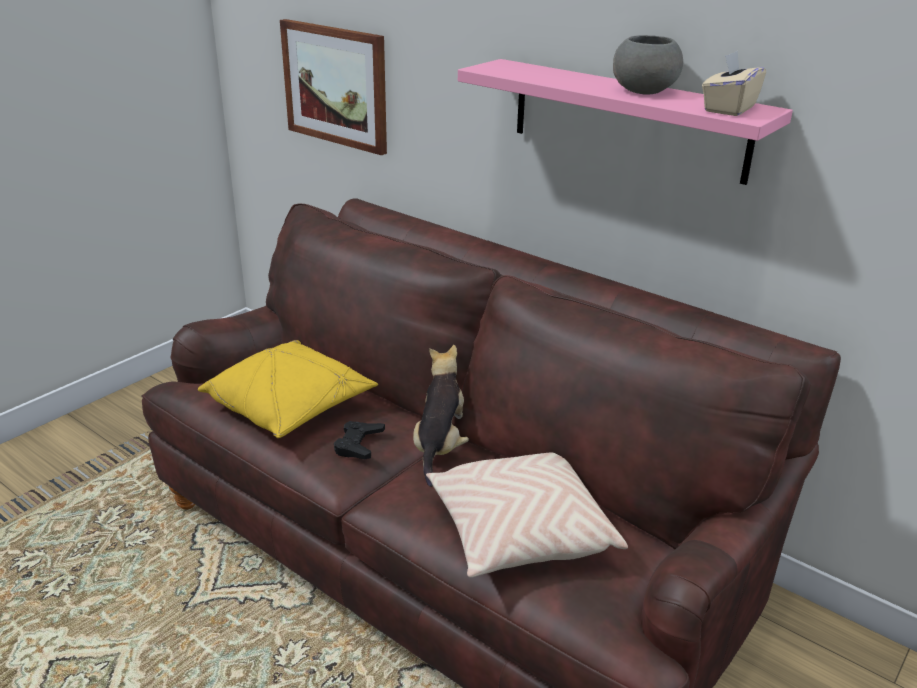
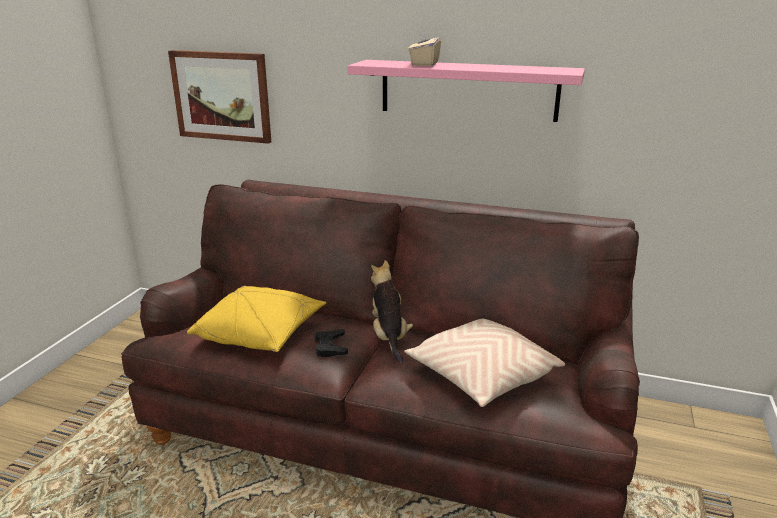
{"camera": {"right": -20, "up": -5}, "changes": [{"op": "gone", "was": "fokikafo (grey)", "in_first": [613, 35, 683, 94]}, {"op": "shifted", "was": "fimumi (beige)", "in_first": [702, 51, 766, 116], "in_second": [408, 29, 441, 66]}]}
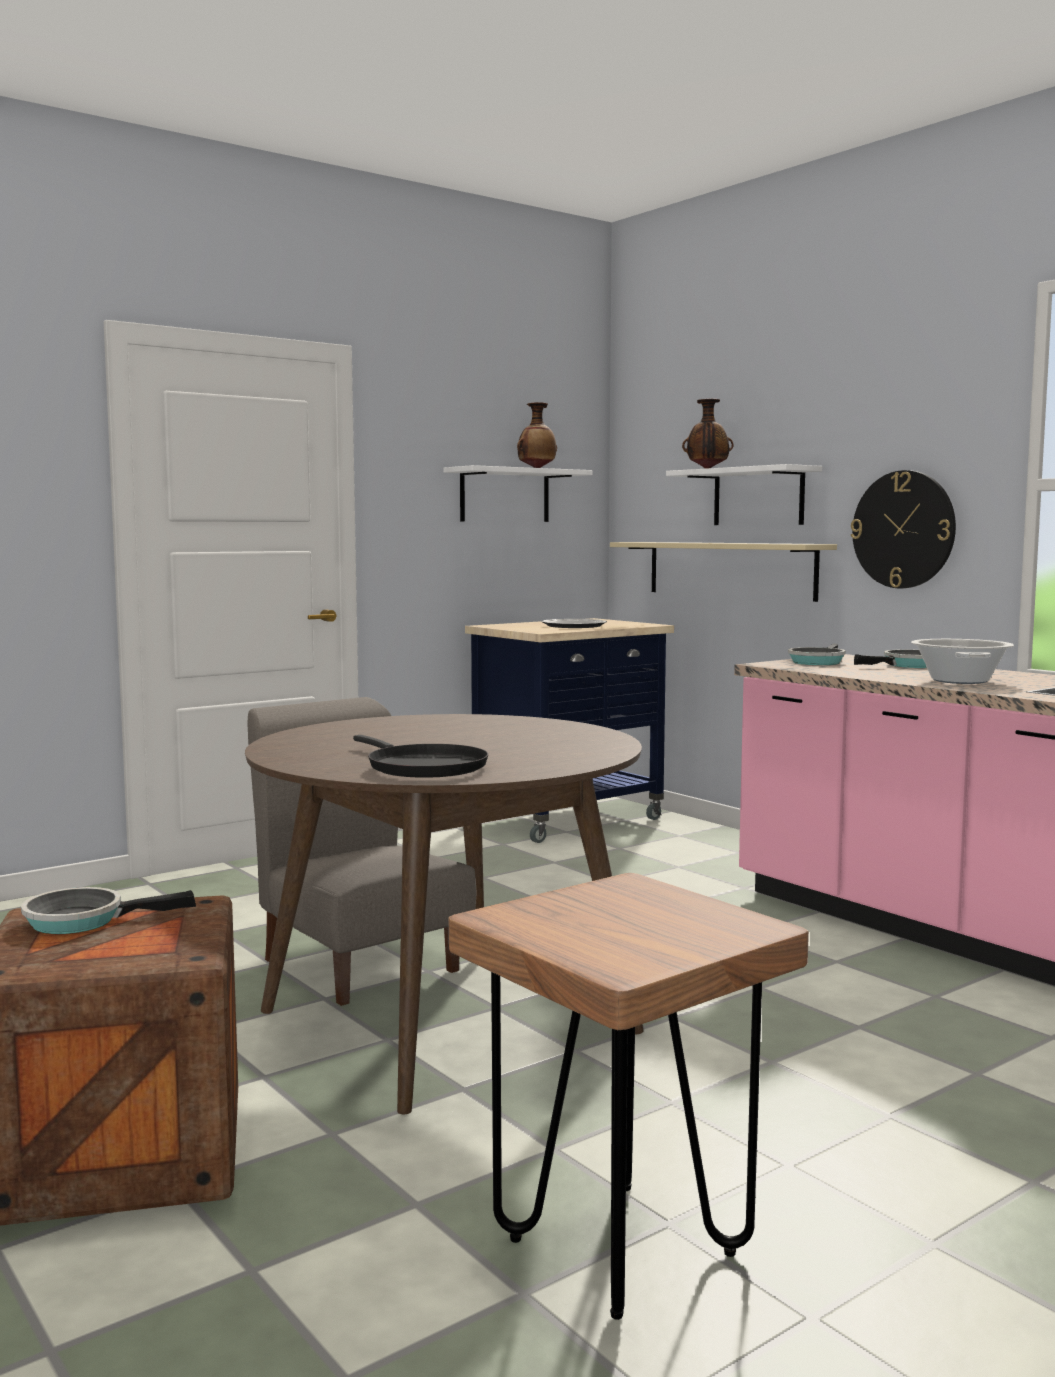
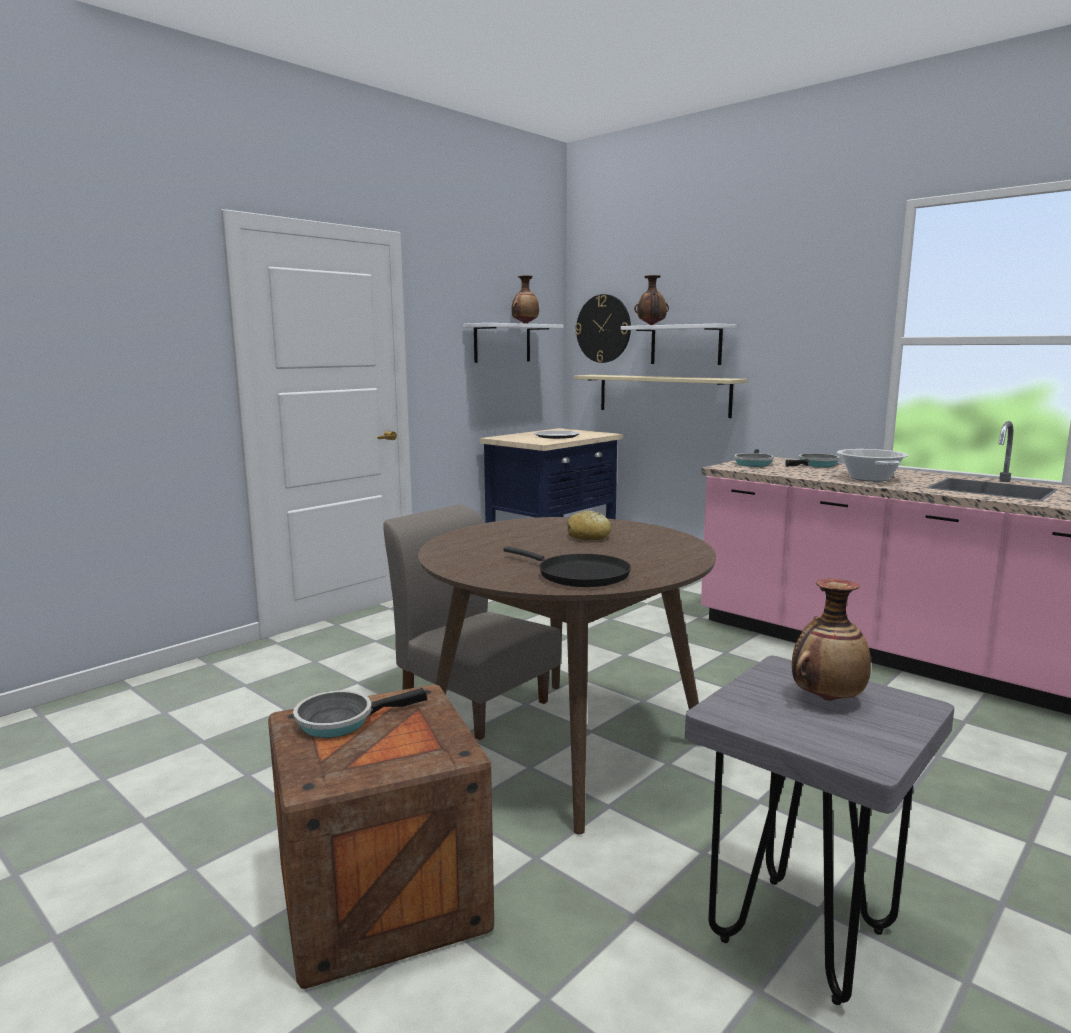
{"camera": {"right": -10, "up": 5}, "changes": [{"op": "shifted", "was": "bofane", "in_first": [851, 470, 956, 588], "in_second": [575, 294, 631, 363]}, {"op": "repainted", "was": "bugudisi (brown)", "now": "bugudisi (grey)", "in_first": [448, 873, 809, 1320], "in_second": [685, 655, 955, 1005]}, {"op": "new", "now": "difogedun", "in_second": [567, 511, 611, 540]}, {"op": "new", "now": "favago", "in_second": [792, 579, 871, 701]}]}
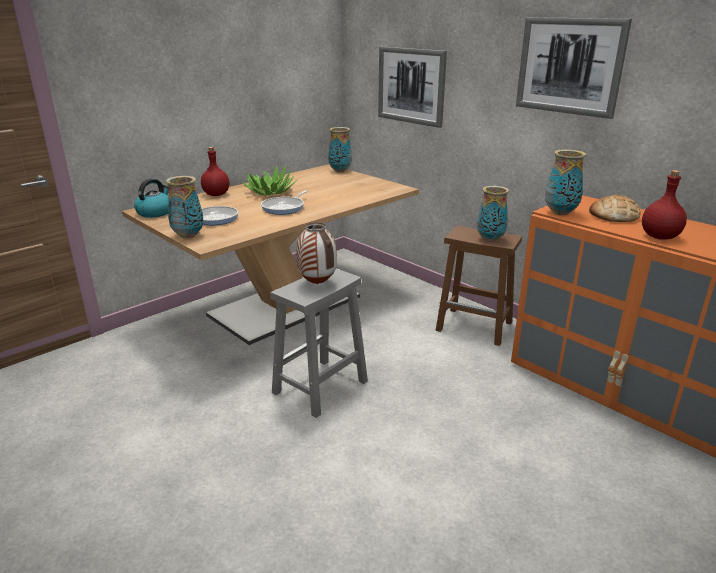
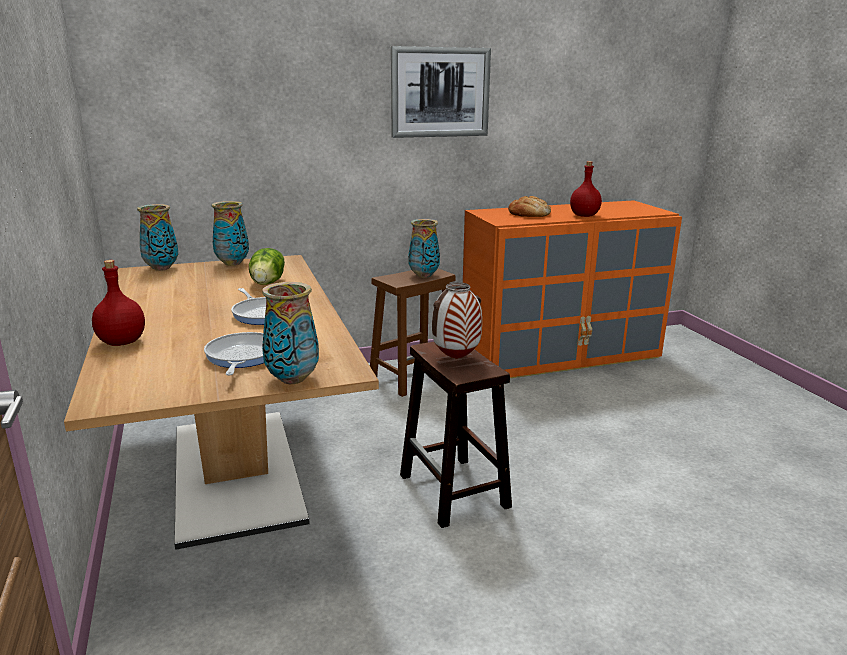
{"camera": {"right": -65, "up": -5}, "changes": [{"op": "gone", "was": "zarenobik", "in_first": [378, 47, 447, 128]}, {"op": "shifted", "was": "favago", "in_first": [545, 150, 586, 215], "in_second": [211, 201, 249, 266]}, {"op": "gone", "was": "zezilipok", "in_first": [241, 166, 298, 195]}, {"op": "gone", "was": "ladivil", "in_first": [134, 178, 169, 218]}, {"op": "repainted", "was": "bugudisi (grey)", "now": "bugudisi (brown)", "in_first": [270, 269, 368, 418], "in_second": [400, 342, 512, 528]}, {"op": "new", "now": "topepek", "in_second": [249, 248, 285, 285]}]}
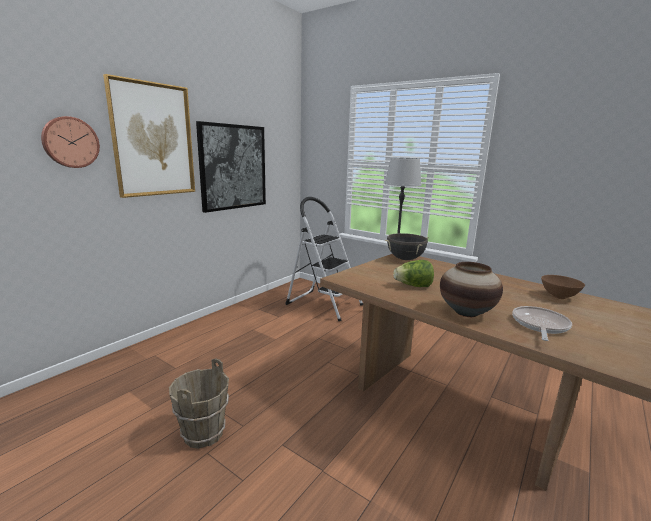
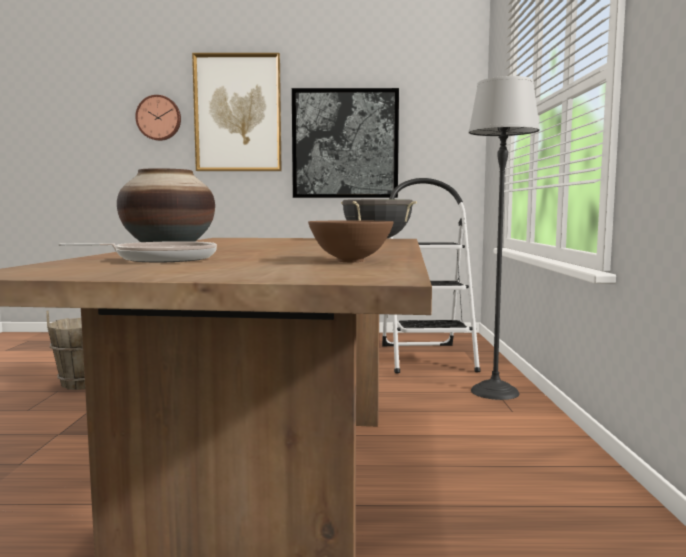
{"camera": {"right": 55, "up": -10}, "changes": [{"op": "gone", "was": "topepek", "in_first": [393, 260, 434, 287]}]}
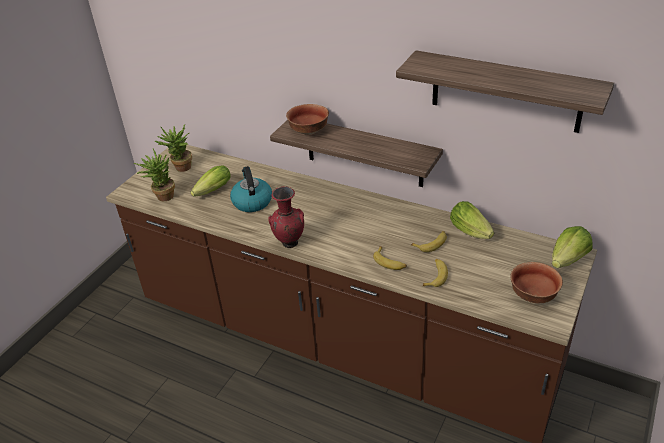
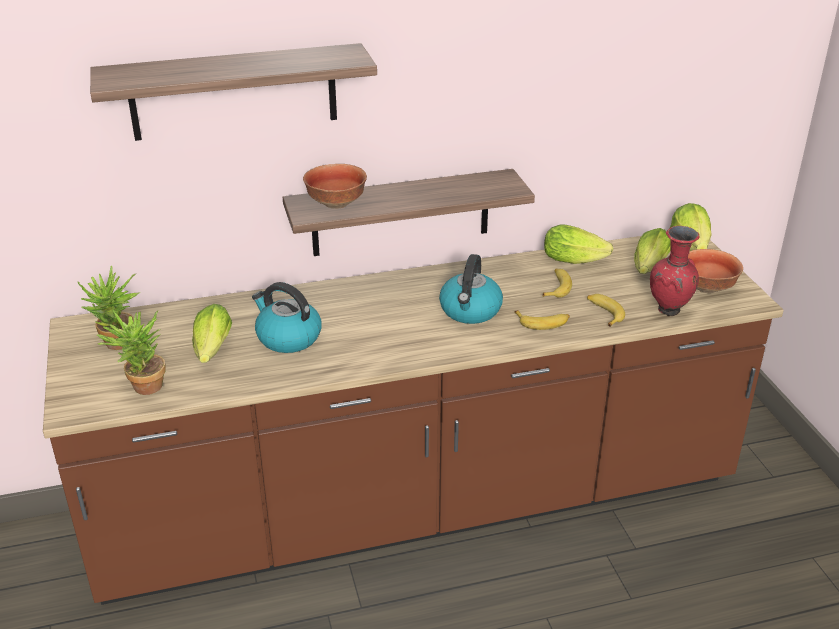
{"camera": {"right": -45, "up": -5}, "changes": [{"op": "shifted", "was": "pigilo", "in_first": [396, 50, 614, 133], "in_second": [90, 43, 377, 141]}, {"op": "shifted", "was": "favago (red)", "in_first": [268, 186, 304, 248], "in_second": [650, 226, 700, 316]}, {"op": "new", "now": "topepek", "in_second": [634, 228, 671, 274]}, {"op": "new", "now": "ladivil", "in_second": [439, 254, 503, 324]}]}
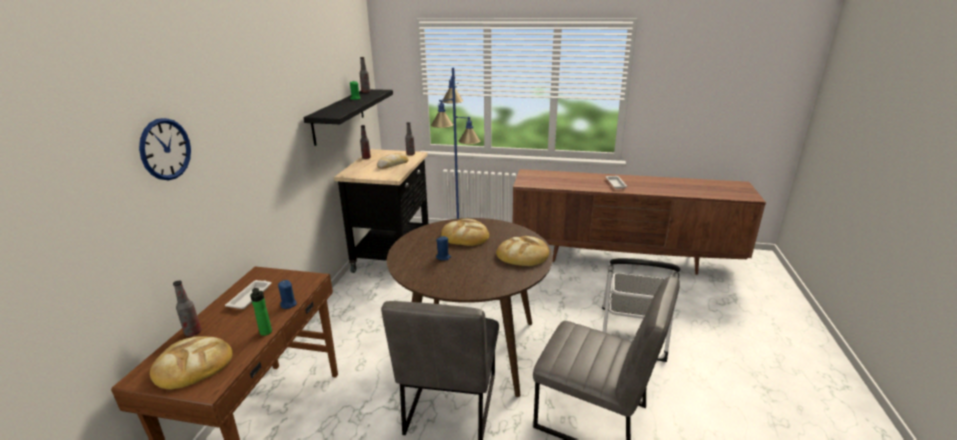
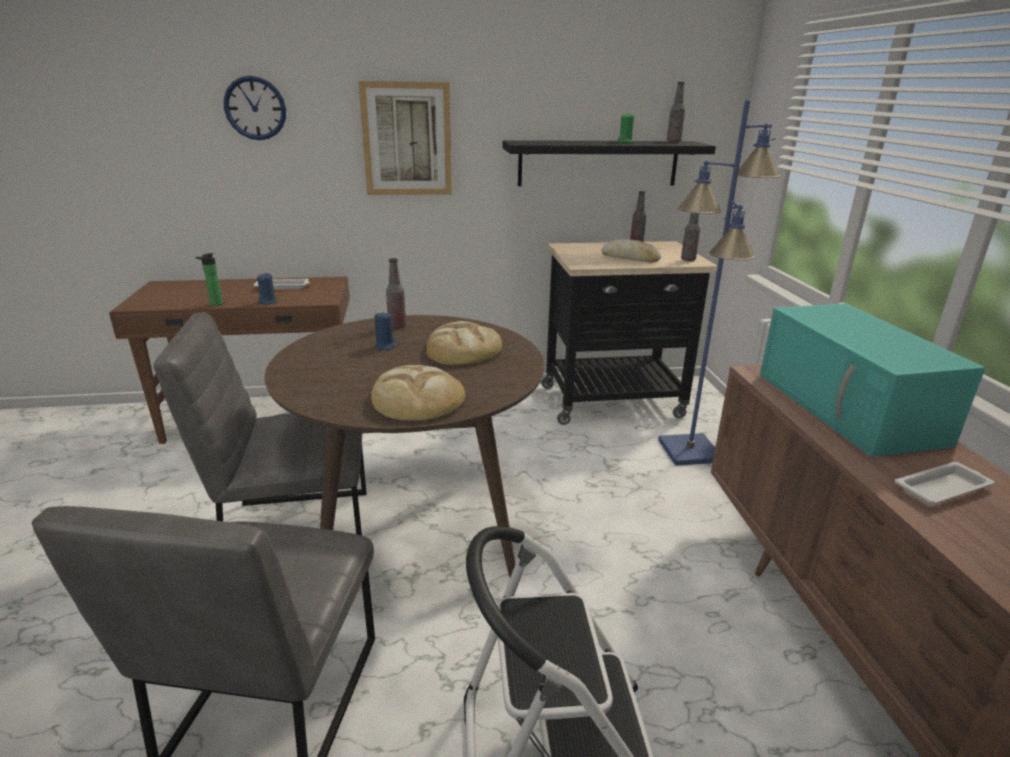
{"camera": {"right": 70, "up": 0}, "changes": [{"op": "shifted", "was": "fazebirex", "in_first": [173, 281, 201, 336], "in_second": [386, 258, 406, 328]}, {"op": "gone", "was": "difogedun", "in_first": [150, 336, 233, 389]}, {"op": "new", "now": "zarenobik", "in_second": [359, 81, 452, 195]}, {"op": "new", "now": "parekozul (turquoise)", "in_second": [760, 304, 986, 457]}]}
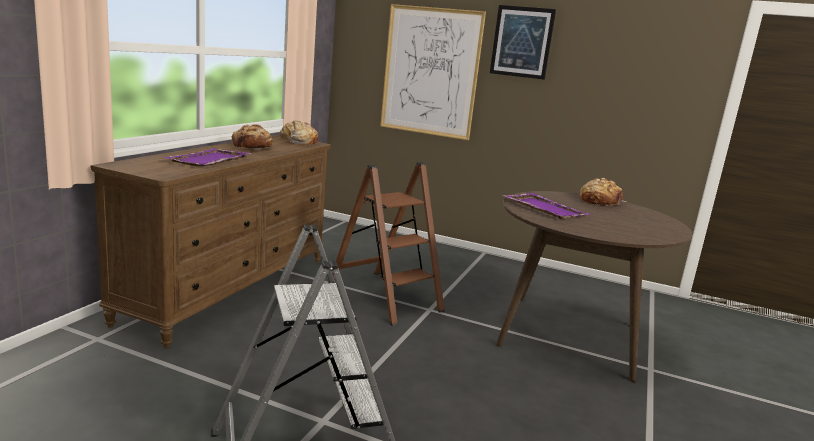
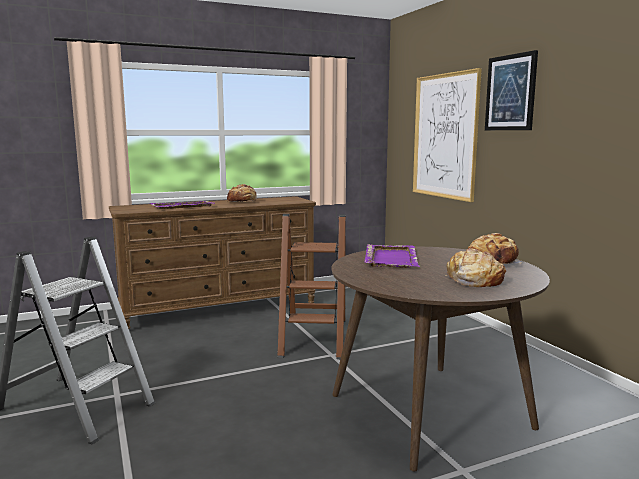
{"camera": {"right": 45, "up": -5}, "changes": [{"op": "shifted", "was": "difogedun", "in_first": [280, 120, 318, 145], "in_second": [445, 248, 506, 287]}]}
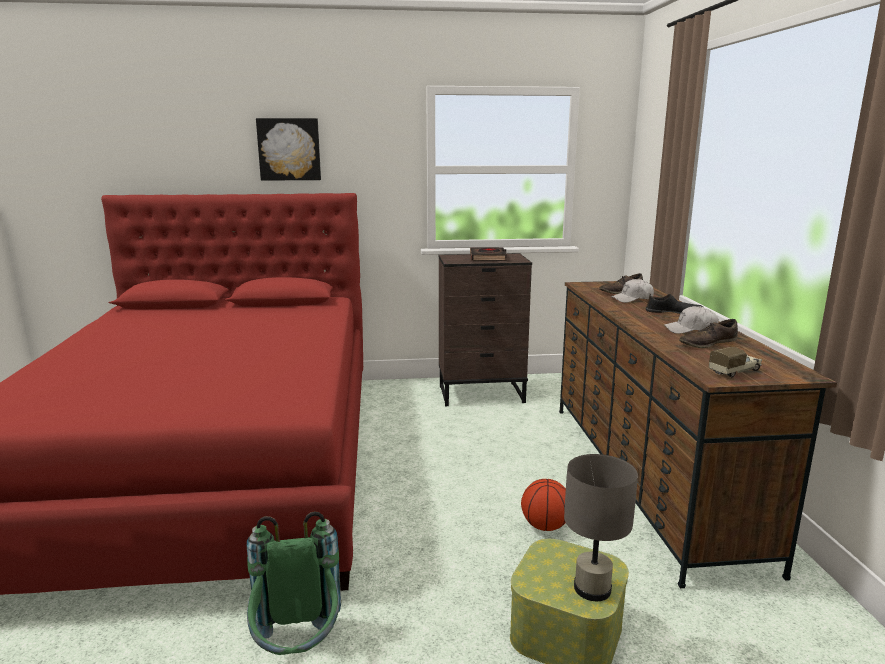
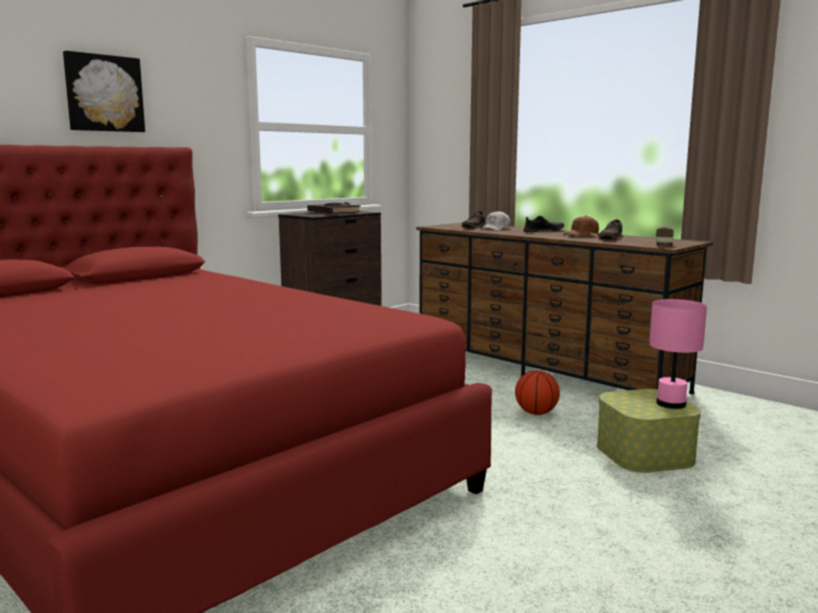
{"camera": {"right": -40, "up": -5}, "changes": [{"op": "repainted", "was": "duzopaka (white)", "now": "duzopaka (brown)", "in_first": [664, 306, 719, 334], "in_second": [563, 216, 599, 237]}, {"op": "repainted", "was": "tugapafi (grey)", "now": "tugapafi (pink)", "in_first": [564, 454, 638, 601], "in_second": [649, 299, 707, 409]}, {"op": "gone", "was": "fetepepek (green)", "in_first": [247, 511, 341, 655]}]}
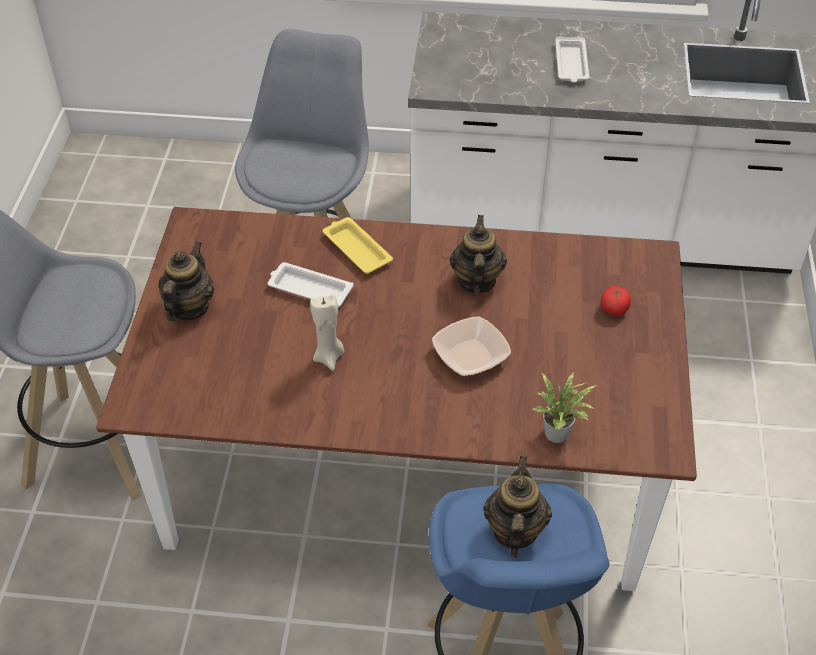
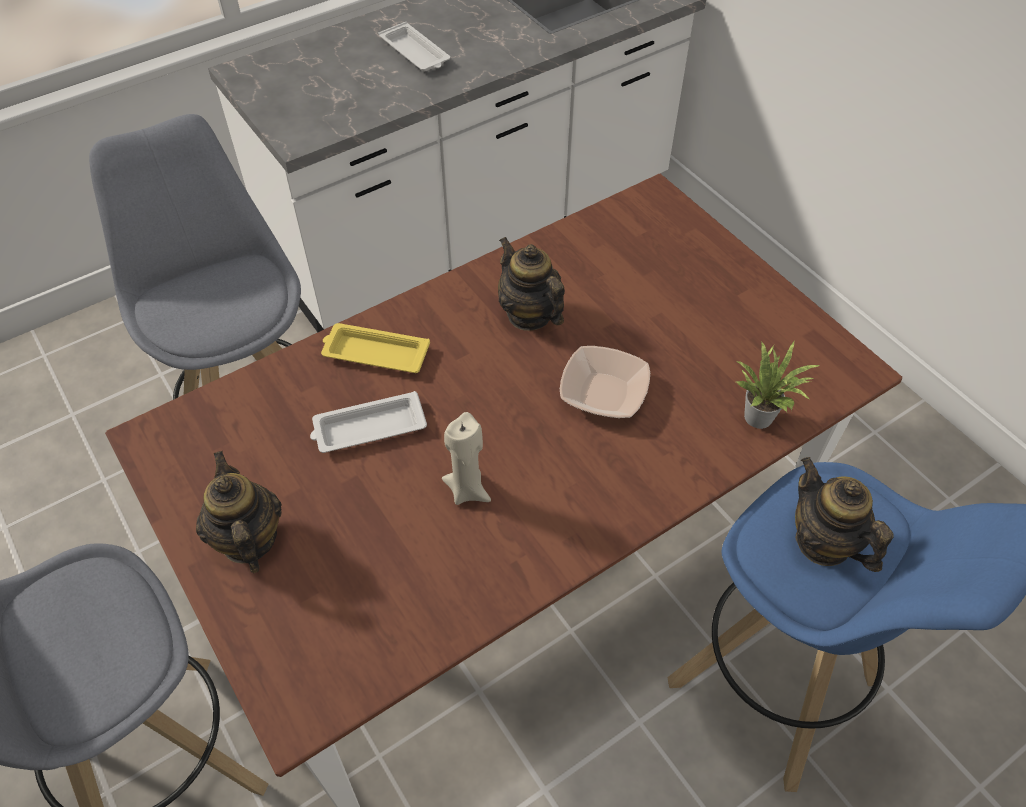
{"camera": {"right": -40, "up": 5}, "changes": [{"op": "gone", "was": "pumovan", "in_first": [601, 286, 631, 315]}]}
